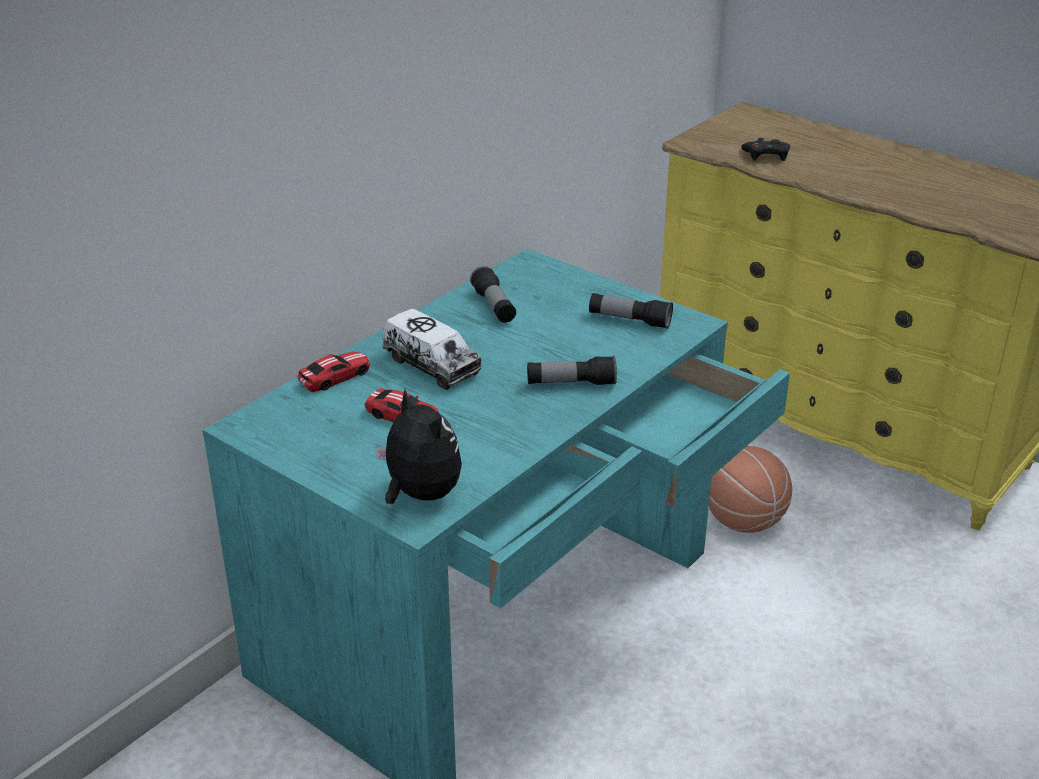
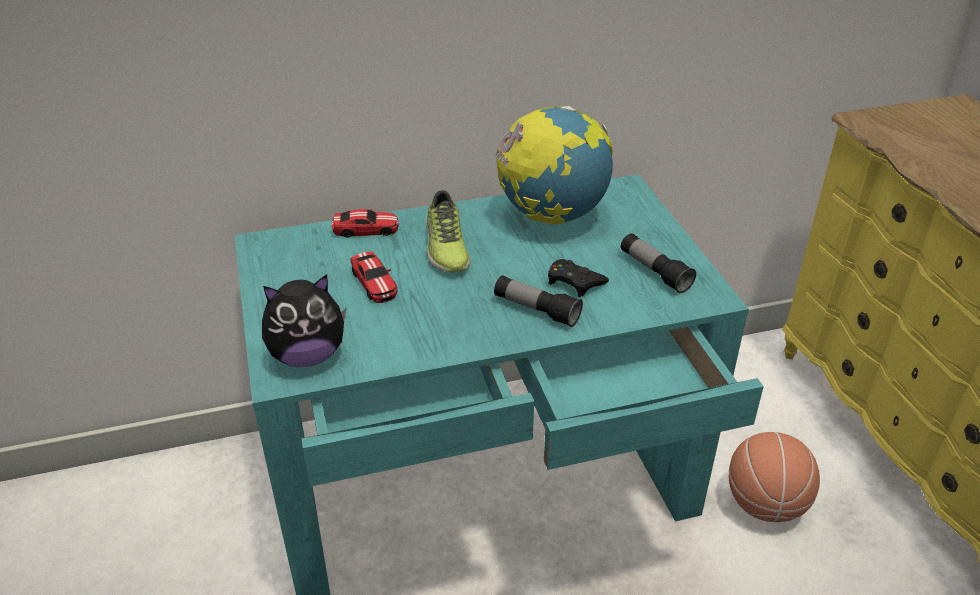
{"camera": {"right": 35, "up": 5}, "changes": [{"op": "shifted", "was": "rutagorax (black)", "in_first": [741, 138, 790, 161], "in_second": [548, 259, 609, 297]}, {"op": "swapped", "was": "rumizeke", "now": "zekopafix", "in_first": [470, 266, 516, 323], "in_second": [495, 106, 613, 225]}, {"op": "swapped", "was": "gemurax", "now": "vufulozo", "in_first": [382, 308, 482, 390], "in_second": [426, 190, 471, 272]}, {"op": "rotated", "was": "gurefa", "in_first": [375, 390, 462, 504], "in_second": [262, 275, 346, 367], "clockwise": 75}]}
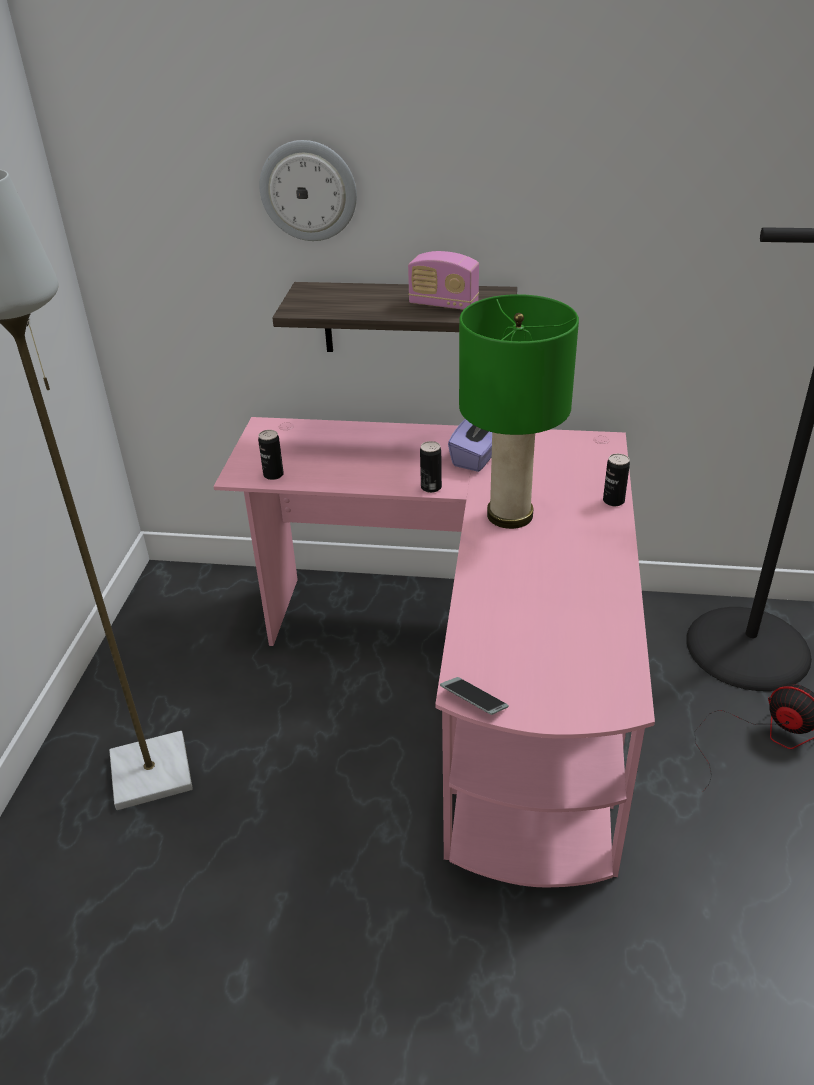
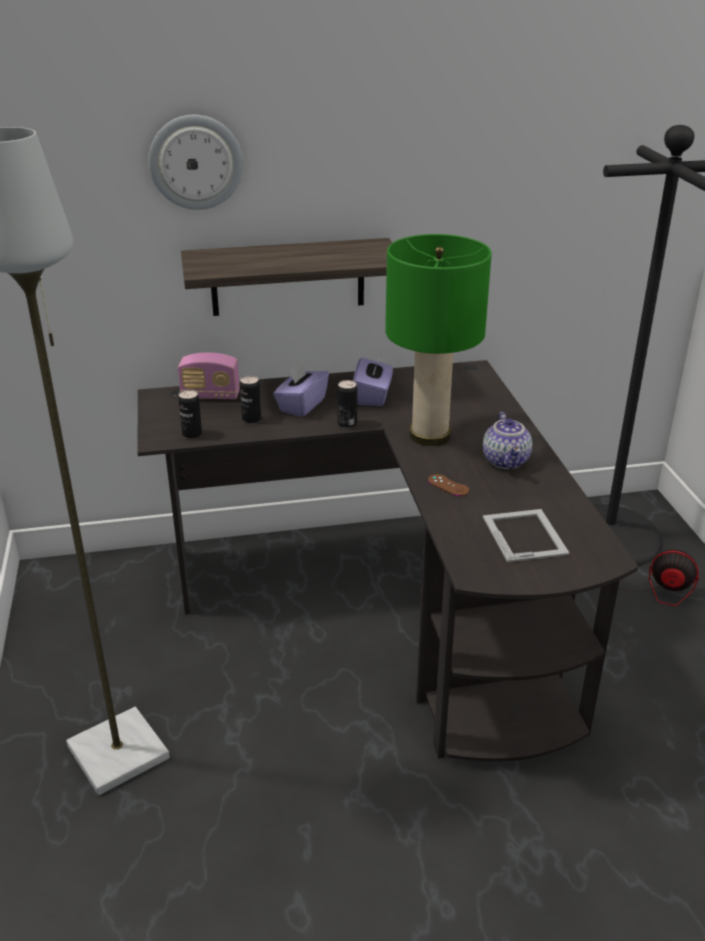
{"camera": {"right": -20, "up": -5}, "changes": [{"op": "shifted", "was": "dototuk", "in_first": [408, 251, 479, 310], "in_second": [178, 352, 240, 399]}, {"op": "repainted", "was": "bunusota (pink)", "now": "bunusota (black)", "in_first": [213, 417, 655, 887], "in_second": [137, 360, 638, 761]}, {"op": "shifted", "was": "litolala", "in_first": [603, 454, 630, 506], "in_second": [240, 375, 261, 424]}, {"op": "gone", "was": "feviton", "in_first": [440, 677, 509, 715]}, {"op": "new", "now": "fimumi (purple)", "in_second": [273, 361, 329, 417]}, {"op": "new", "now": "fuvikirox", "in_second": [483, 412, 532, 469]}, {"op": "new", "now": "rutagorax (brown)", "in_second": [428, 474, 469, 496]}, {"op": "new", "now": "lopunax", "in_second": [483, 509, 570, 562]}]}
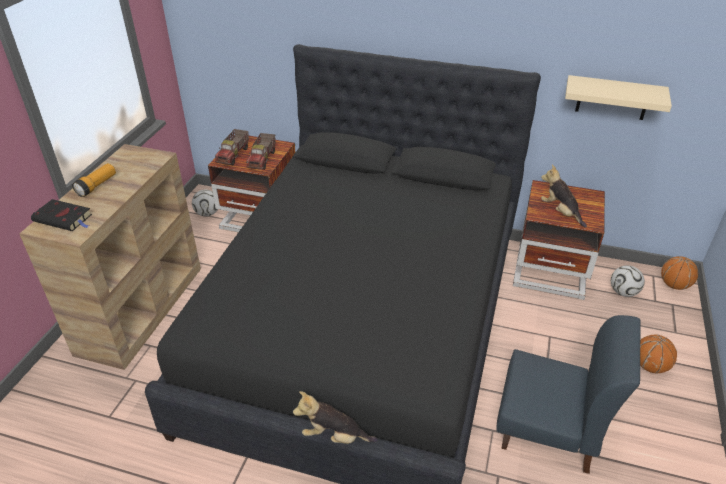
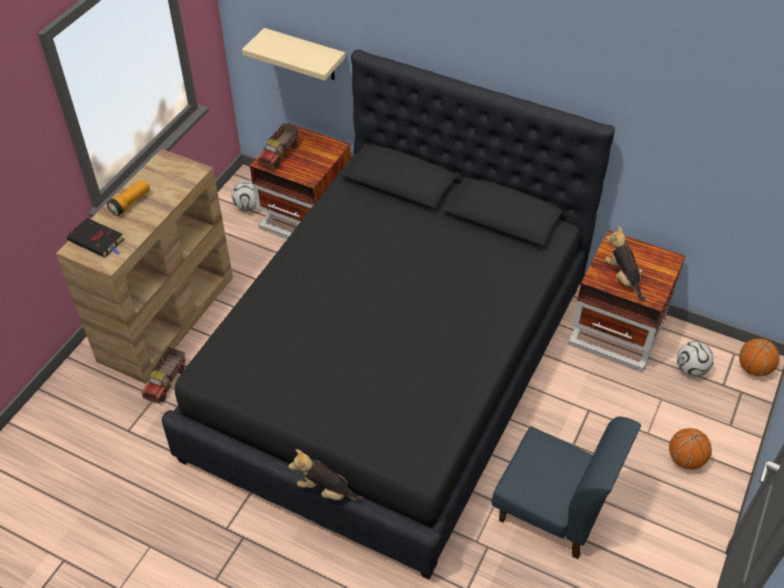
{"camera": {"right": 10, "up": 10}, "changes": [{"op": "shifted", "was": "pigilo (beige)", "in_first": [565, 75, 672, 120], "in_second": [242, 28, 346, 81]}, {"op": "shifted", "was": "gemurax", "in_first": [246, 133, 276, 170], "in_second": [142, 347, 185, 404]}]}
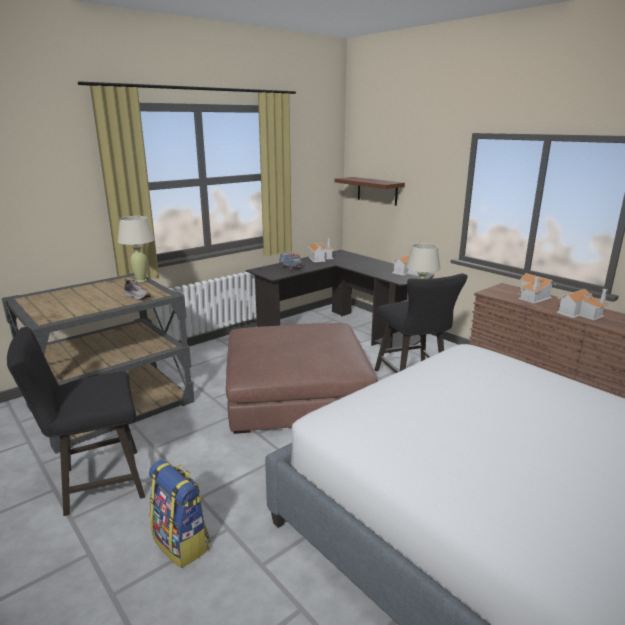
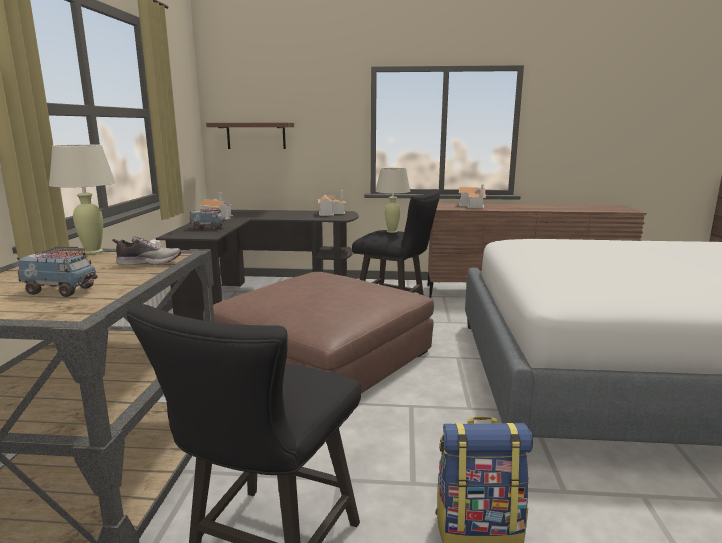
{"camera": {"right": -45, "up": -5}, "changes": [{"op": "gone", "was": "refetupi", "in_first": [557, 289, 609, 320]}, {"op": "new", "now": "gemurax", "in_second": [17, 248, 98, 297]}]}
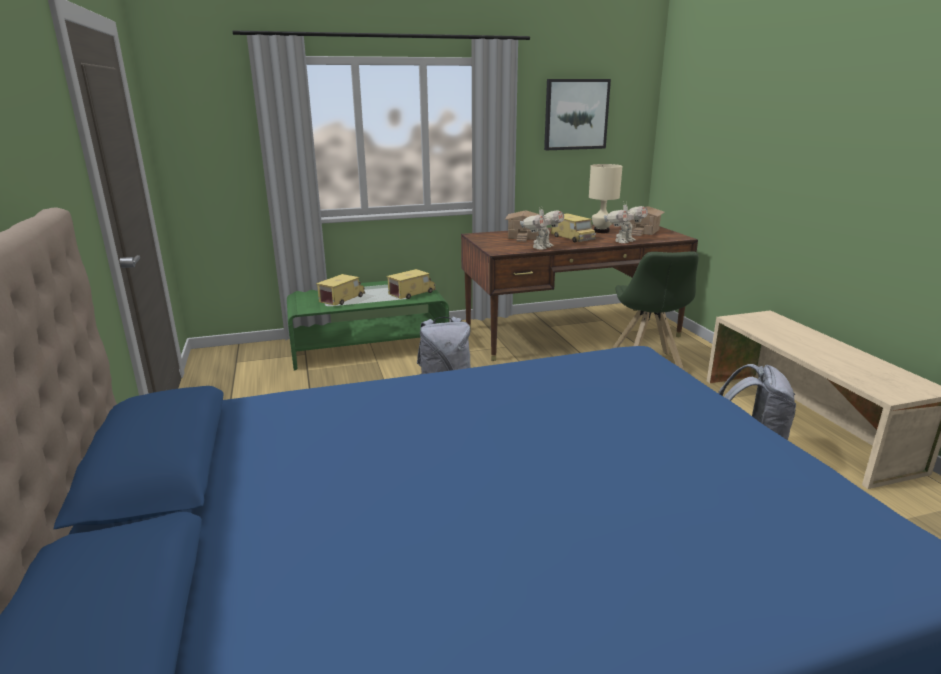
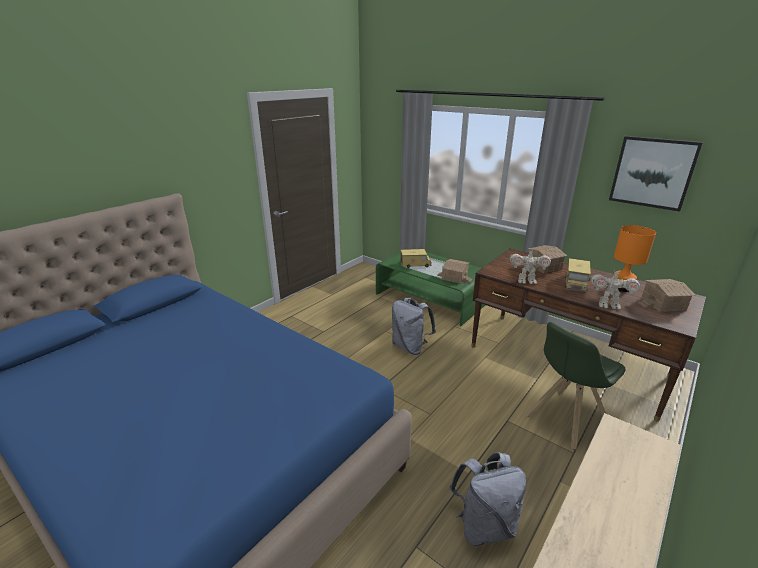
{"camera": {"right": 55, "up": 5}, "changes": [{"op": "repainted", "was": "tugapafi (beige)", "now": "tugapafi (orange)", "in_first": [589, 164, 622, 233], "in_second": [614, 225, 656, 292]}, {"op": "swapped", "was": "gemurax", "now": "refetupi", "in_first": [386, 269, 436, 299], "in_second": [437, 259, 472, 284]}]}
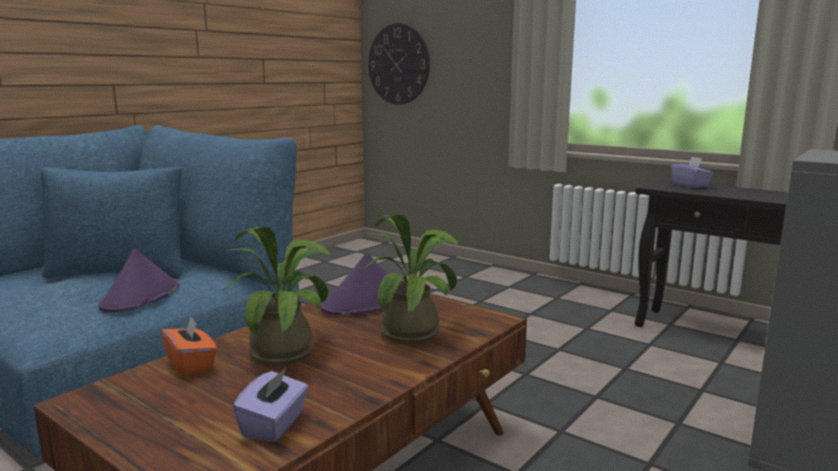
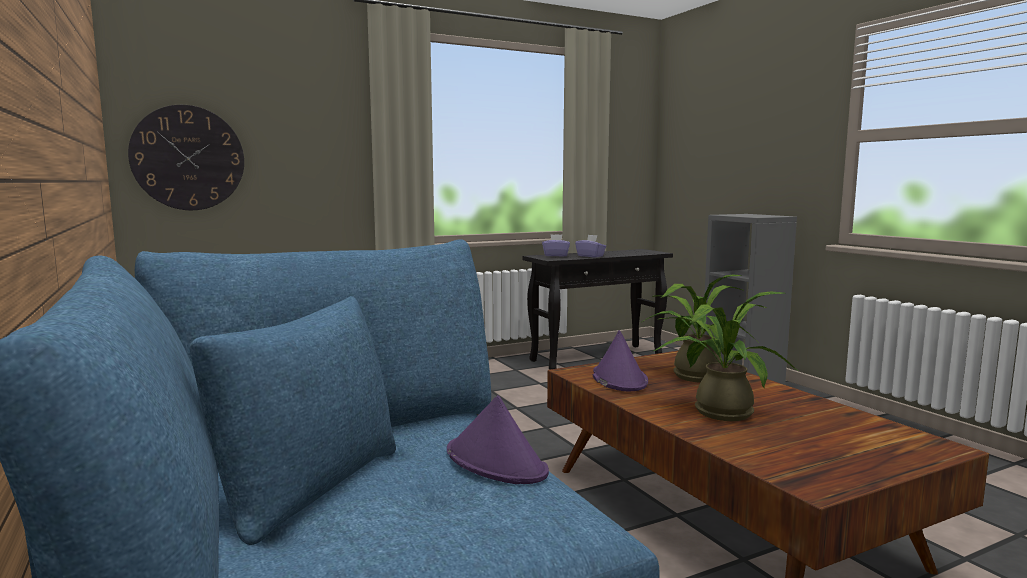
{"camera": {"right": -65, "up": -5}, "changes": [{"op": "gone", "was": "fimumi (orange)", "in_first": [161, 316, 217, 377]}, {"op": "shifted", "was": "fimumi (purple)", "in_first": [233, 367, 308, 442], "in_second": [575, 235, 606, 257]}]}
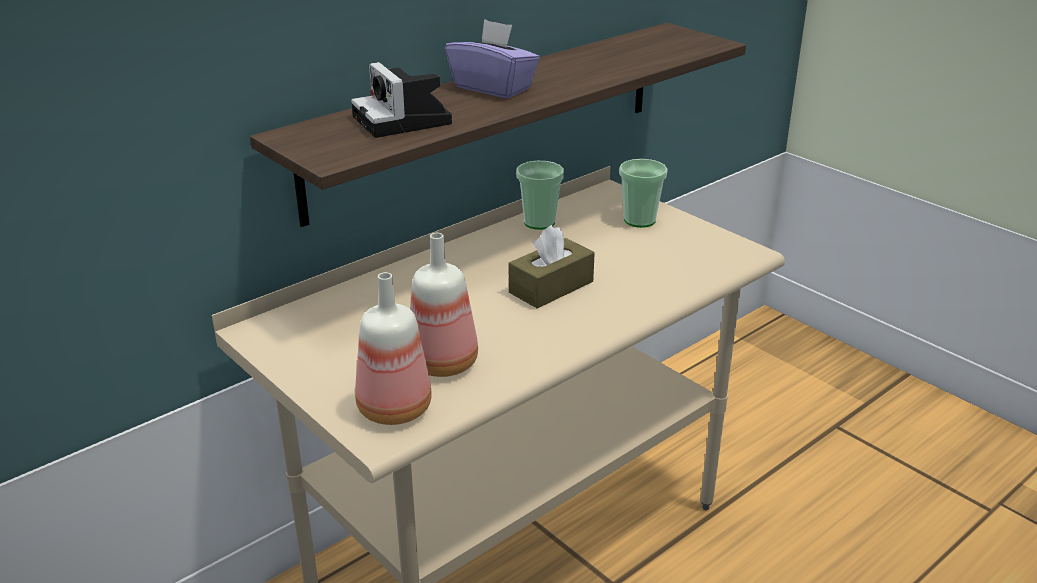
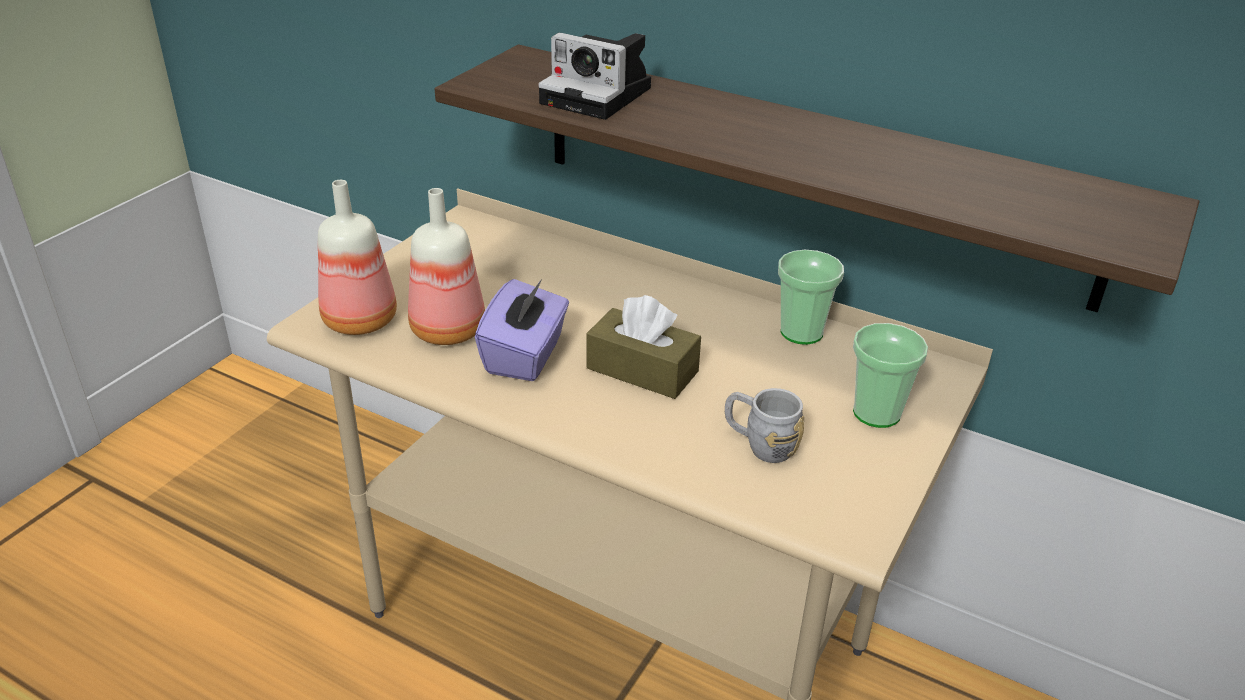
{"camera": {"right": 70, "up": 5}, "changes": [{"op": "shifted", "was": "fimumi (purple)", "in_first": [445, 19, 540, 98], "in_second": [475, 278, 569, 381]}, {"op": "rotated", "was": "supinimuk", "in_first": [351, 62, 452, 138], "in_second": [538, 33, 651, 120], "clockwise": -105}, {"op": "new", "now": "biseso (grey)", "in_second": [725, 388, 804, 463]}]}
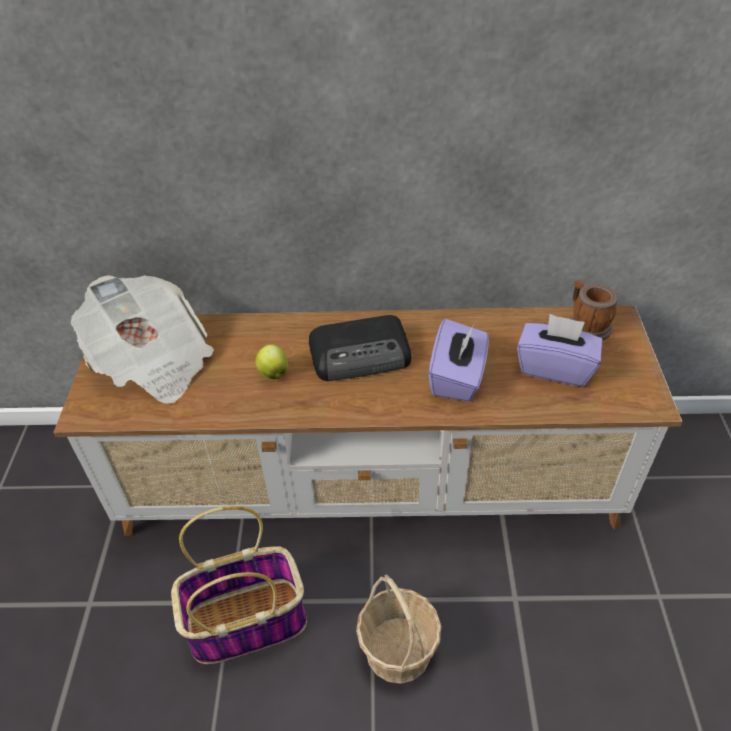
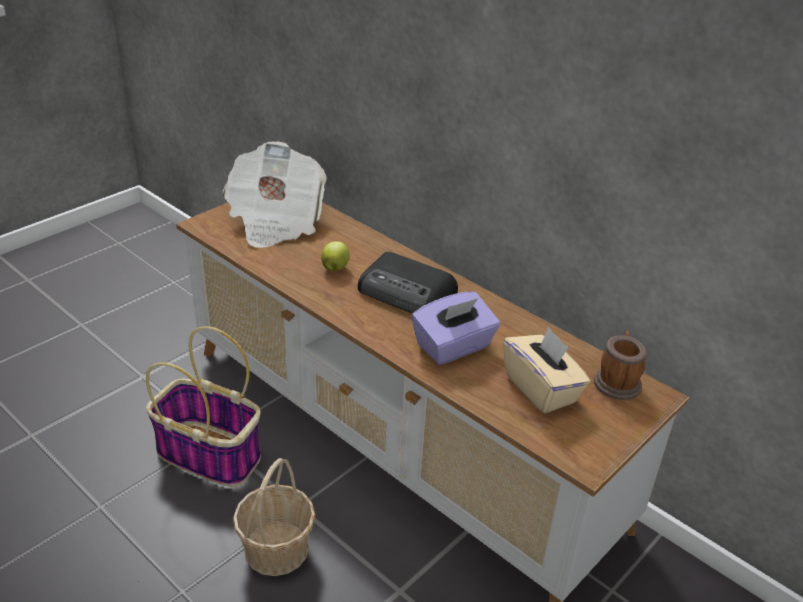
{"camera": {"right": 40, "up": -10}, "changes": [{"op": "repainted", "was": "fimumi (purple)", "now": "fimumi (beige)", "in_first": [517, 314, 602, 386], "in_second": [503, 327, 591, 413]}]}
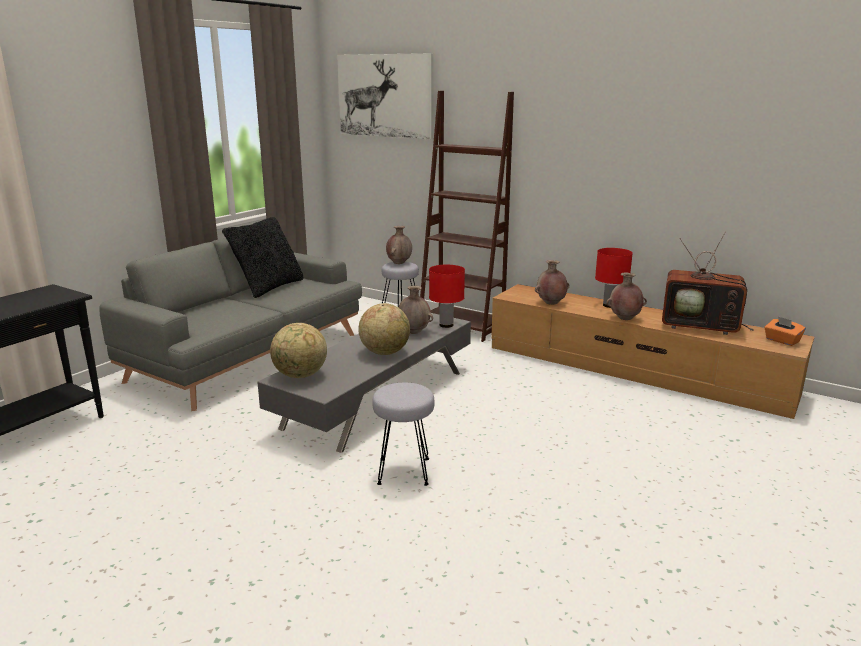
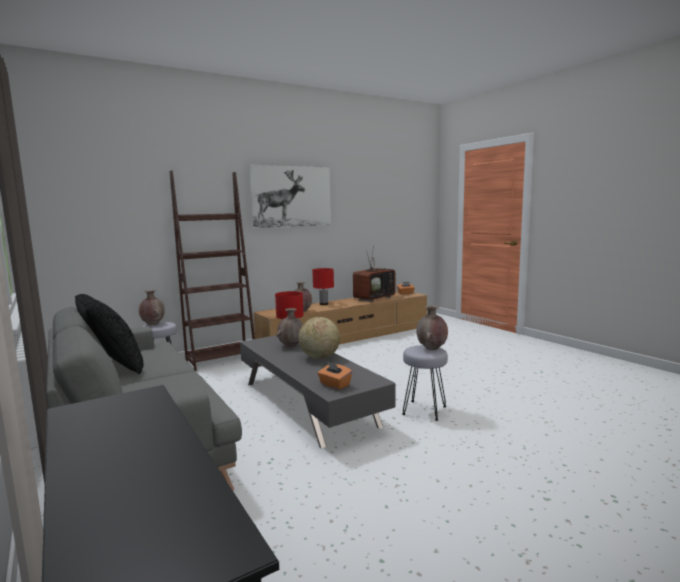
{"camera": {"right": -65, "up": -10}, "changes": [{"op": "shifted", "was": "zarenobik", "in_first": [337, 53, 433, 139], "in_second": [248, 165, 331, 229]}, {"op": "shifted", "was": "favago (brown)", "in_first": [606, 272, 647, 320], "in_second": [416, 305, 448, 350]}, {"op": "swapped", "was": "zekopafix", "now": "fimumi (orange)", "in_first": [270, 323, 327, 378], "in_second": [317, 362, 352, 390]}]}
